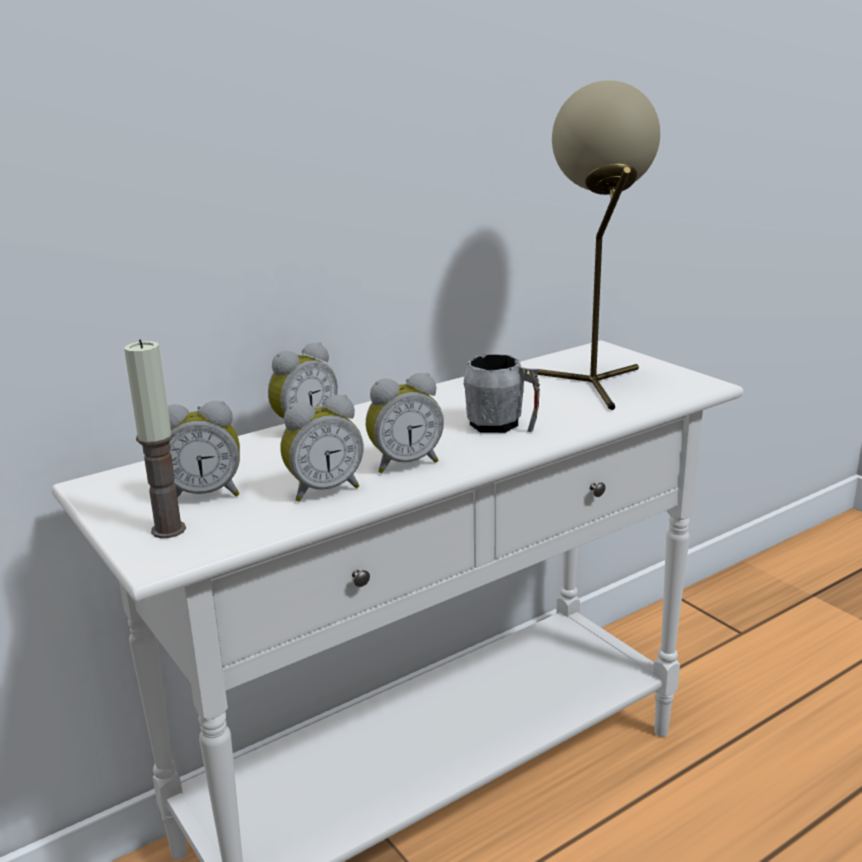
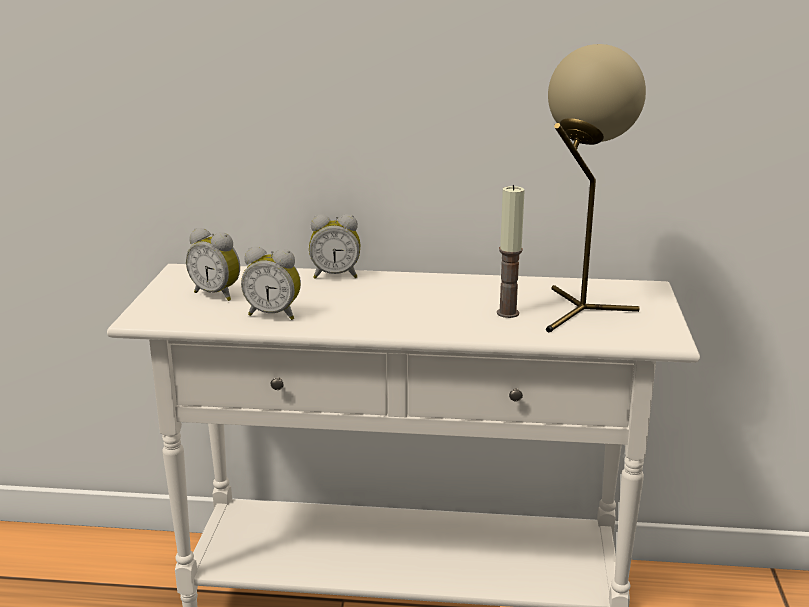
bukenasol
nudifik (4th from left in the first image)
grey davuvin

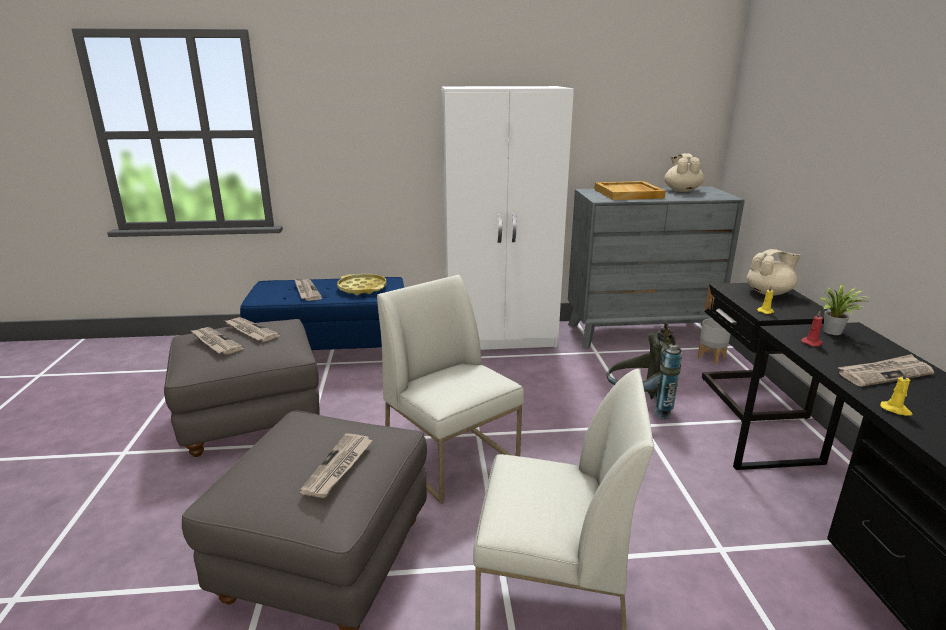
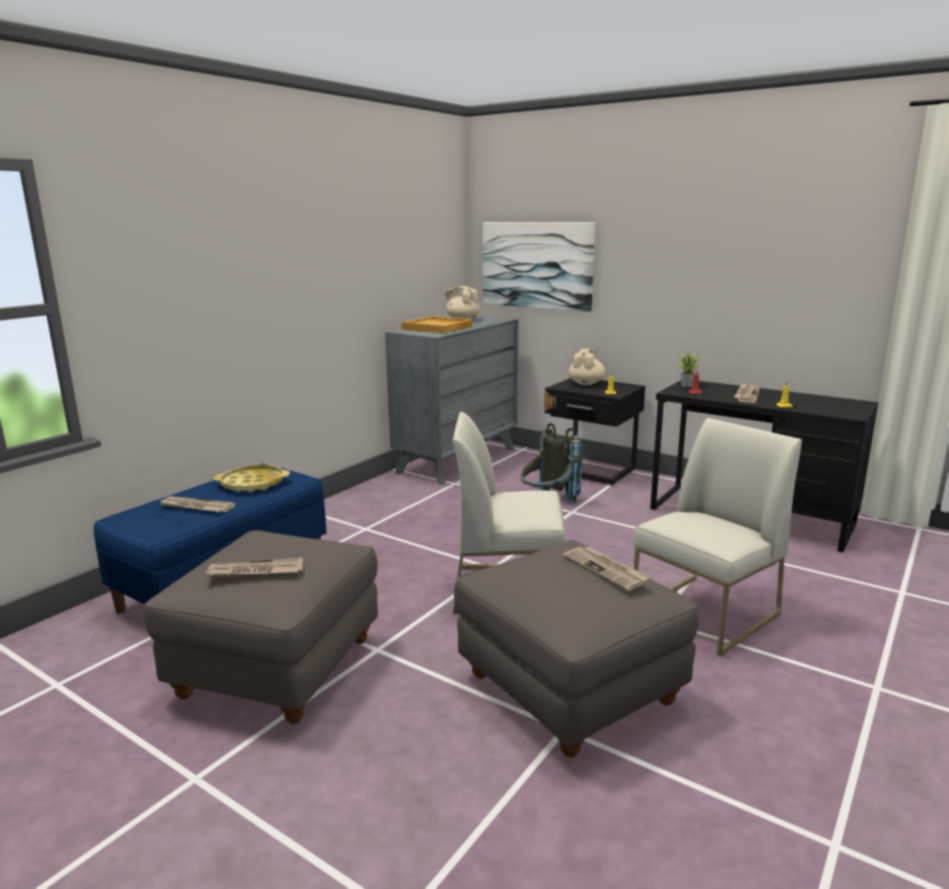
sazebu (2nd from left in the first image)
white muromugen
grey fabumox
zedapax

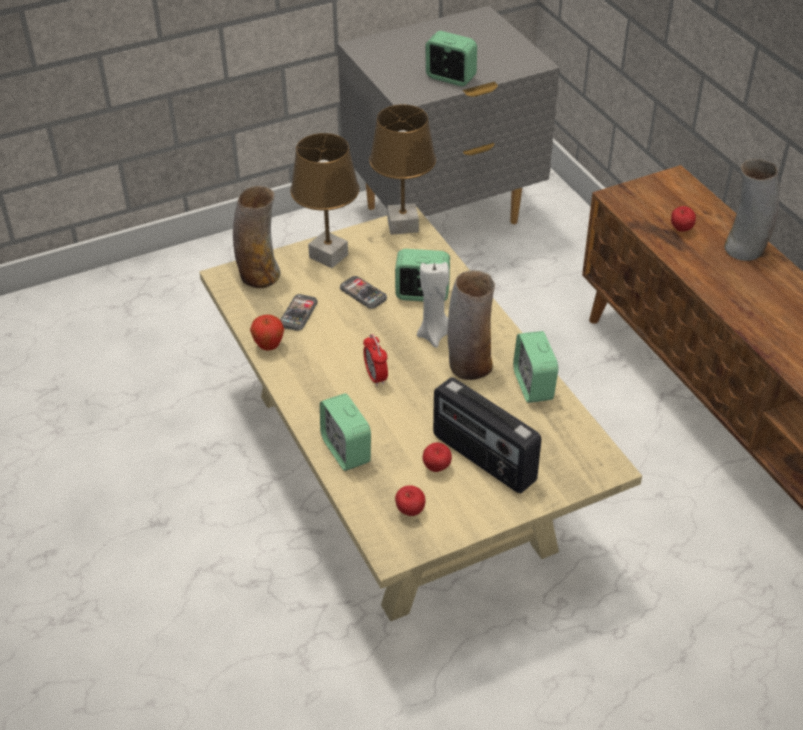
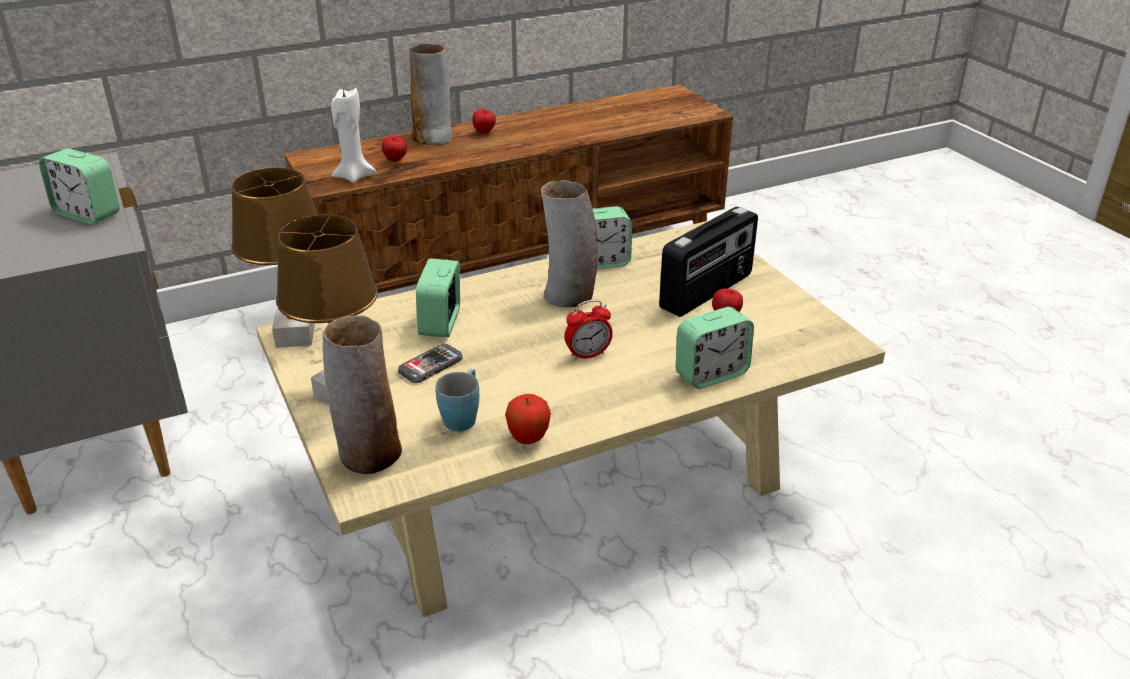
blue davuvin
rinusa (2nd from left)
white bukenasol
nudifik (1st from left)

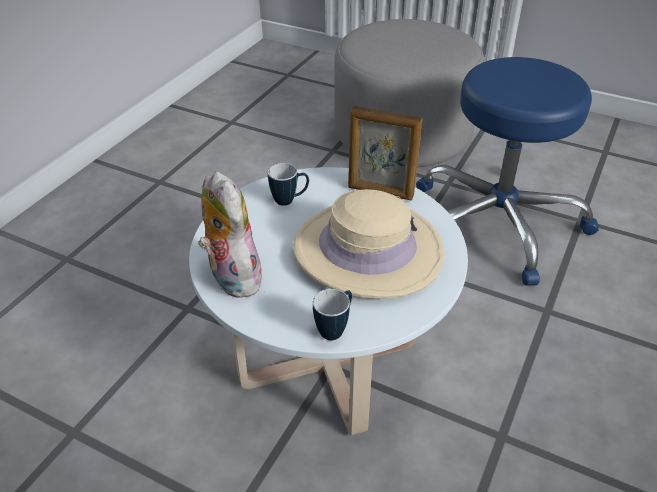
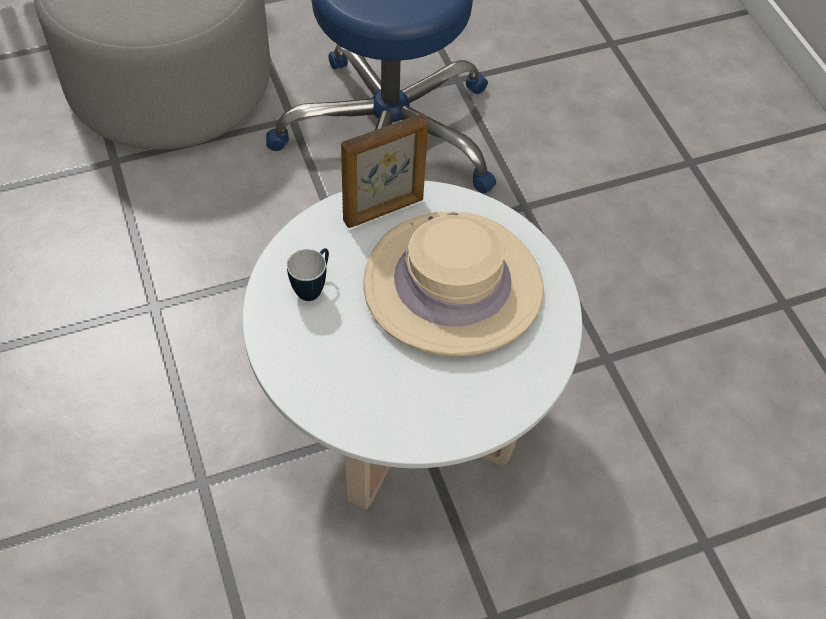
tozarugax
davuvin (2nd from left in the first image)

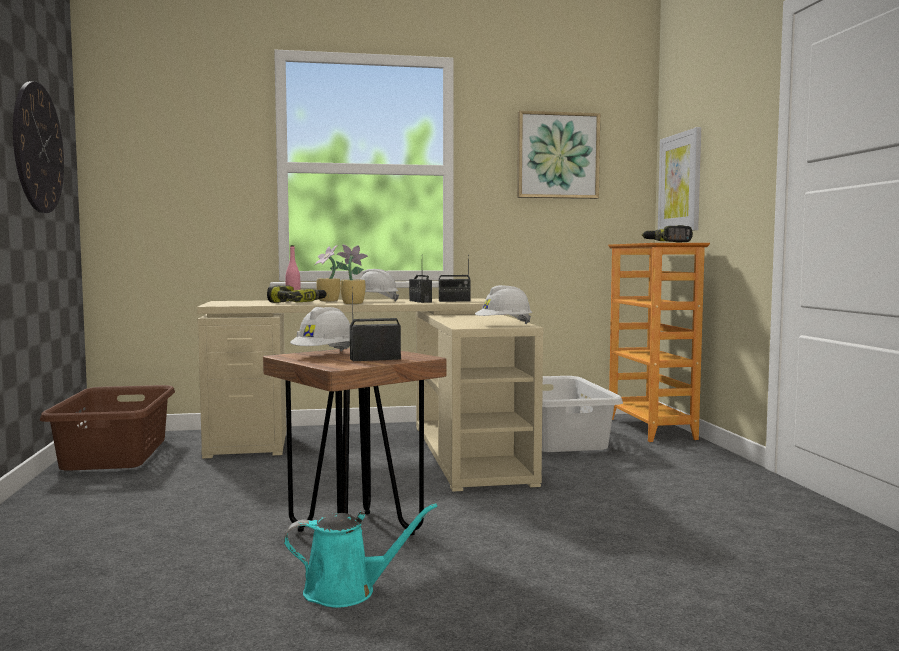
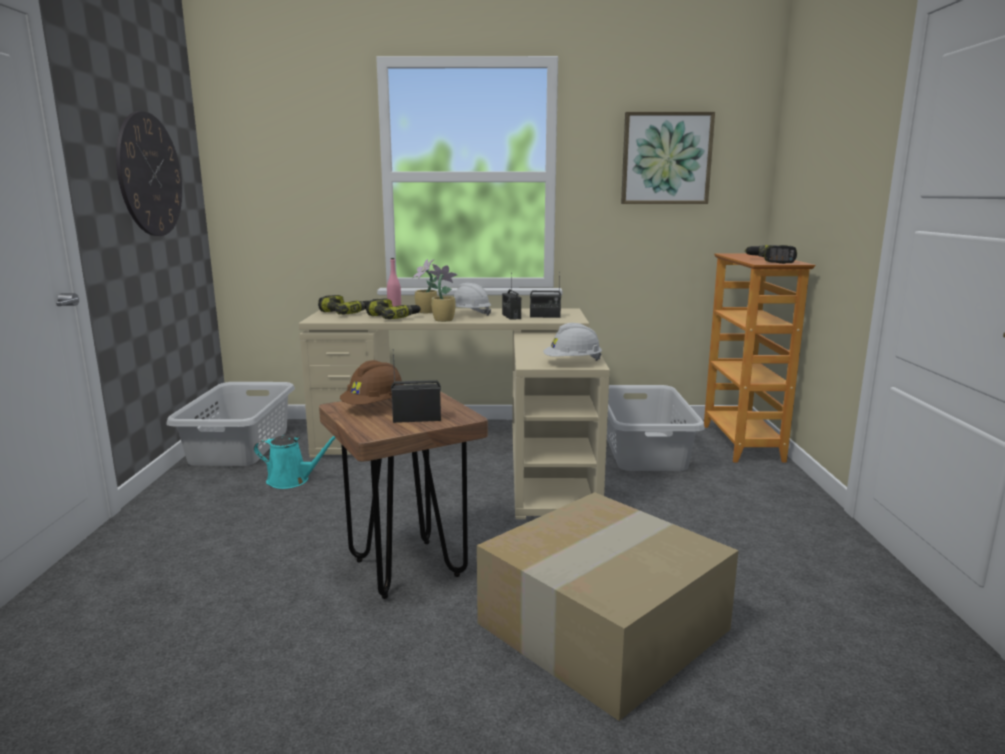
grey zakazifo (1st from left)
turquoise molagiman
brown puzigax
zedapax (2nd from left in the first image)
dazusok (1st from left)
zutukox

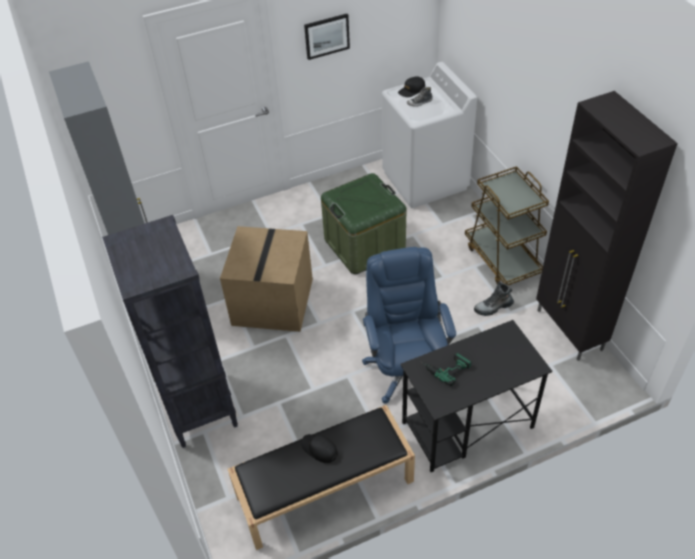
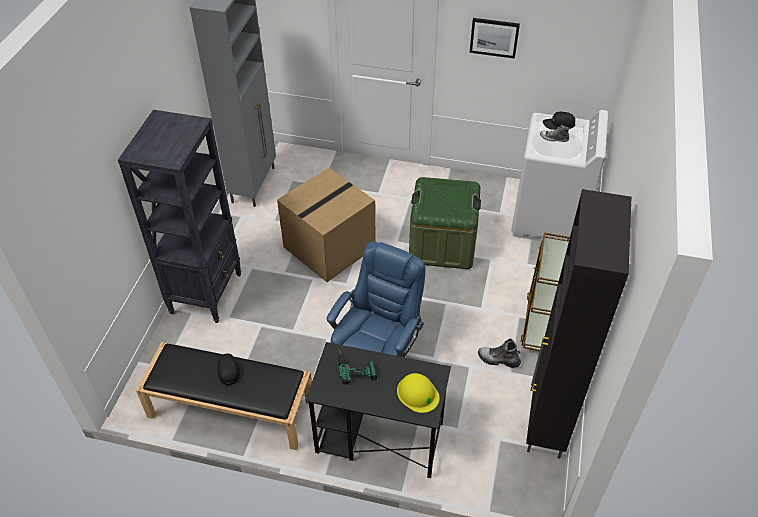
yellow puzigax

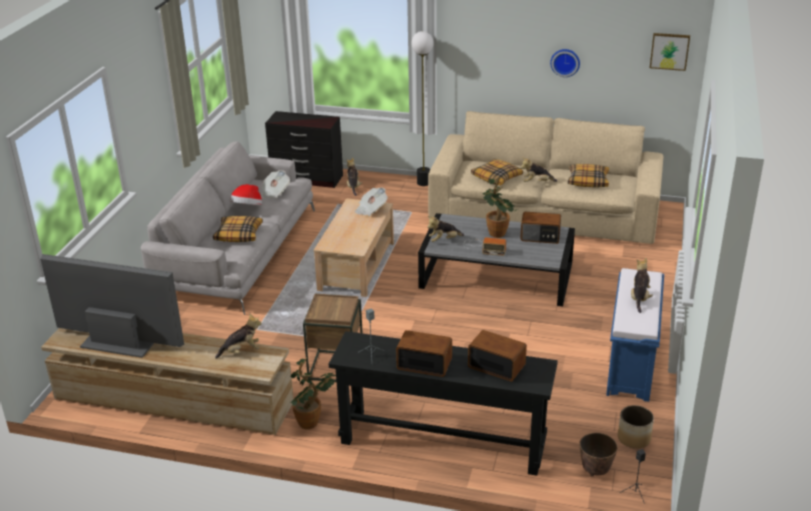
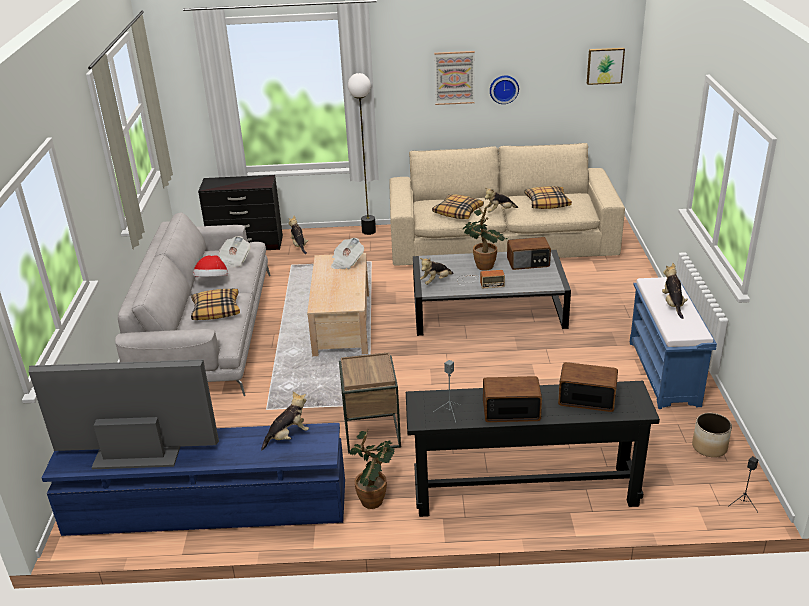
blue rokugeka
fabumox (1st from left in the first image)
zedapax (1st from left)

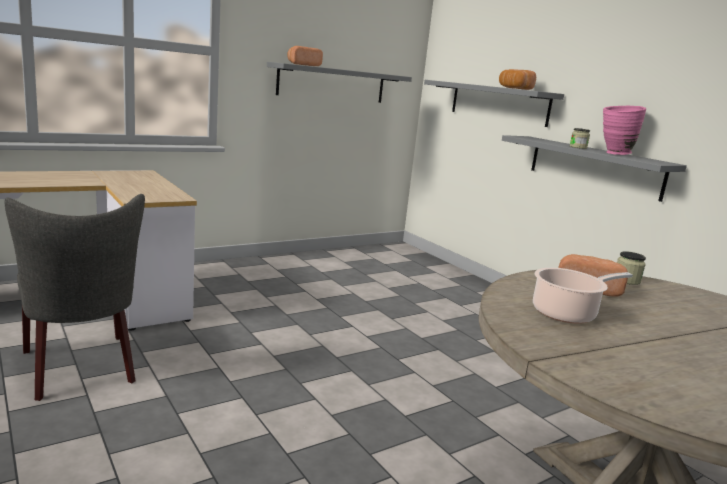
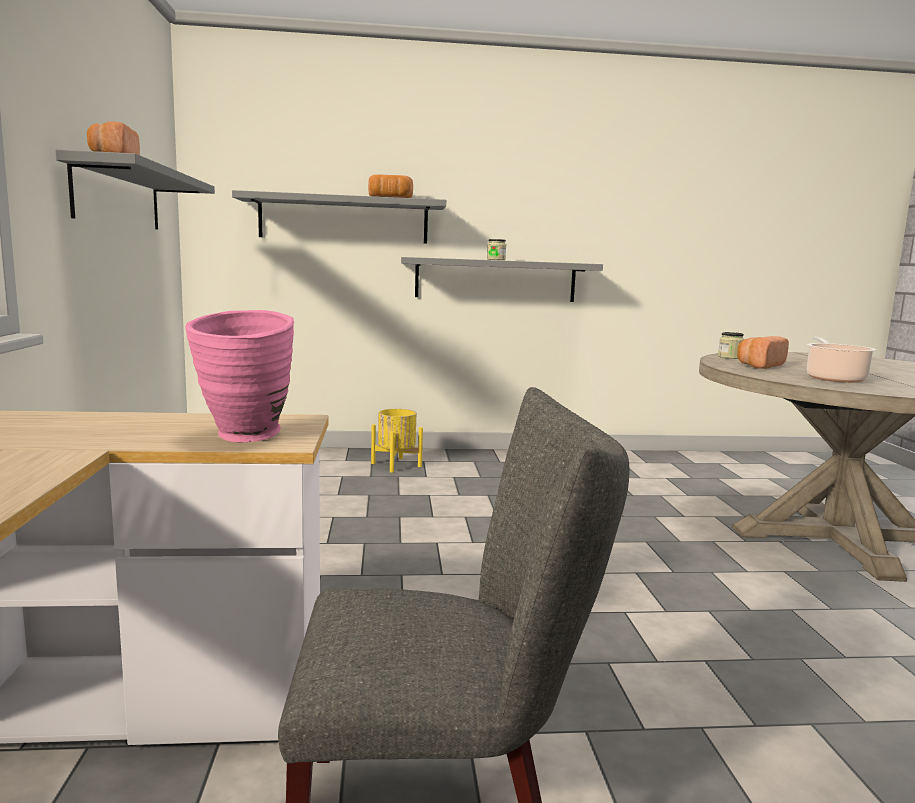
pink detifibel
yellow fabumox

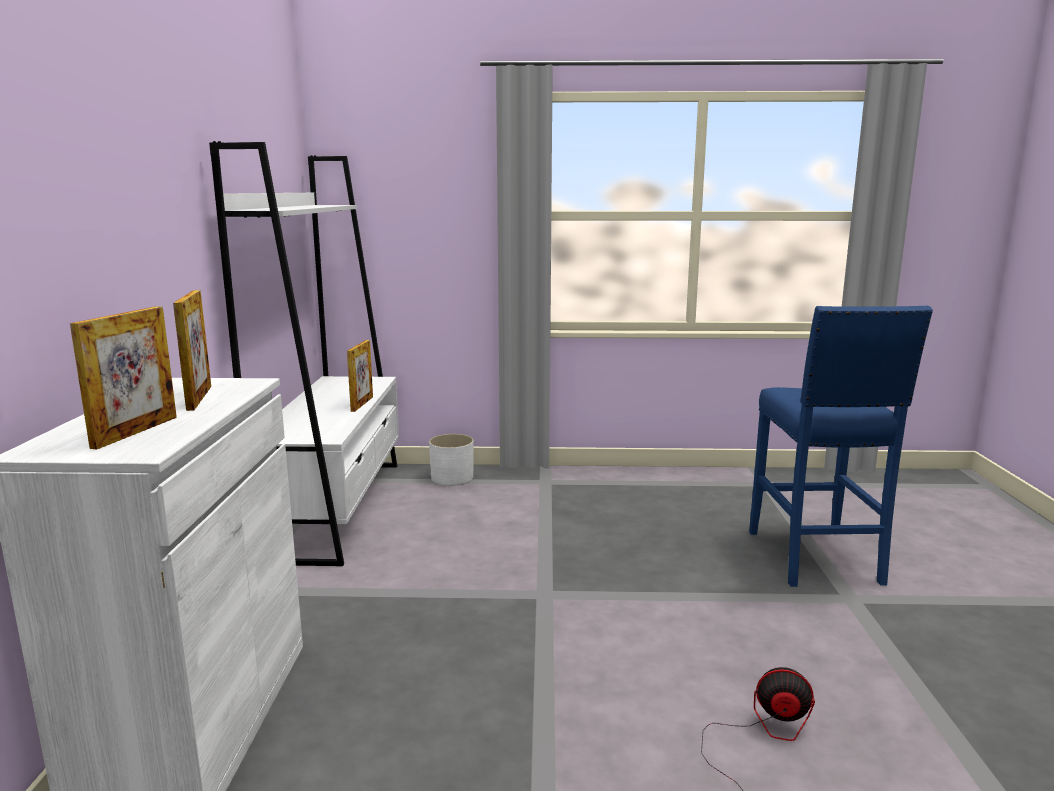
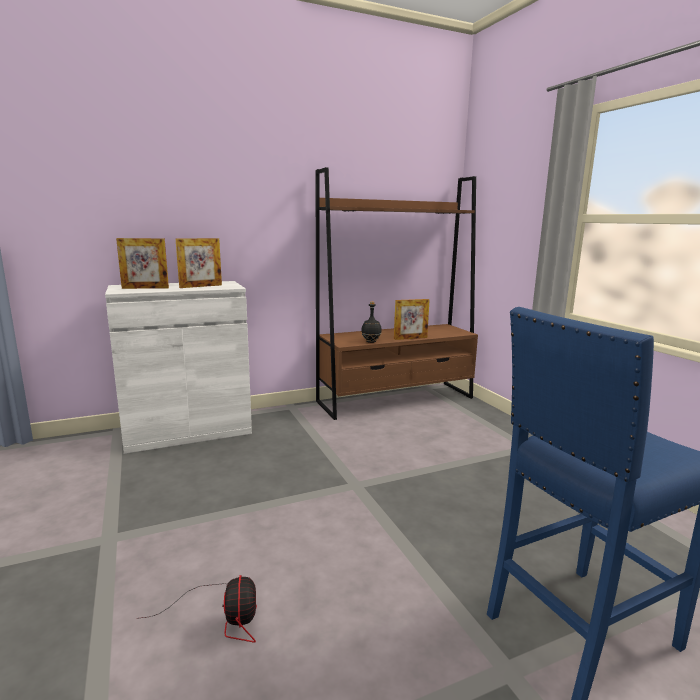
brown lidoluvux
white fabumox
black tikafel

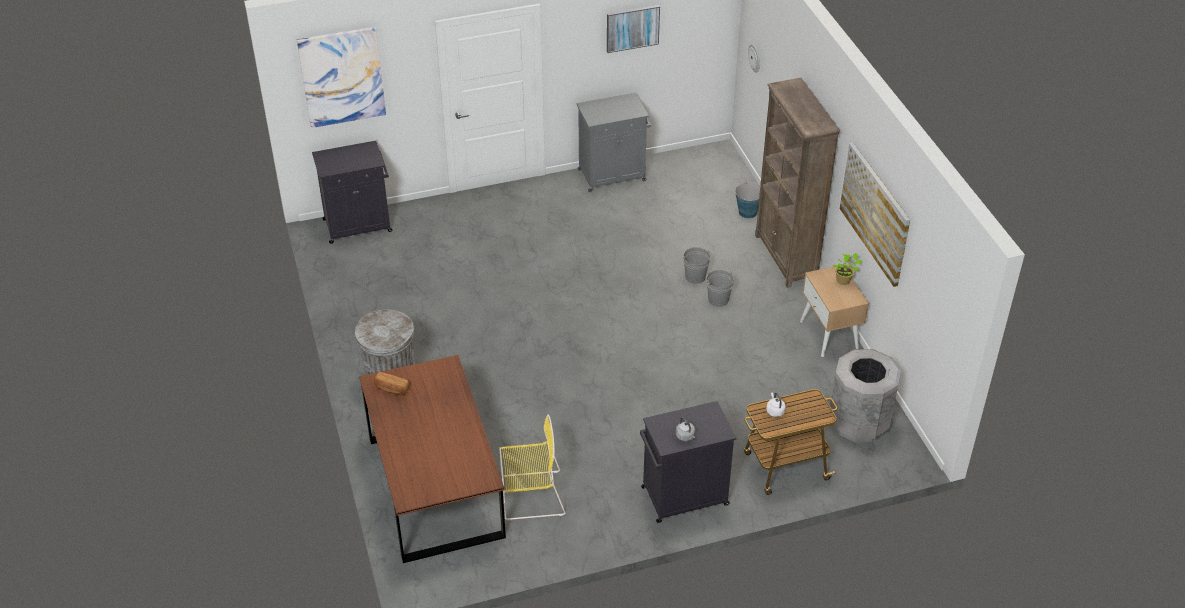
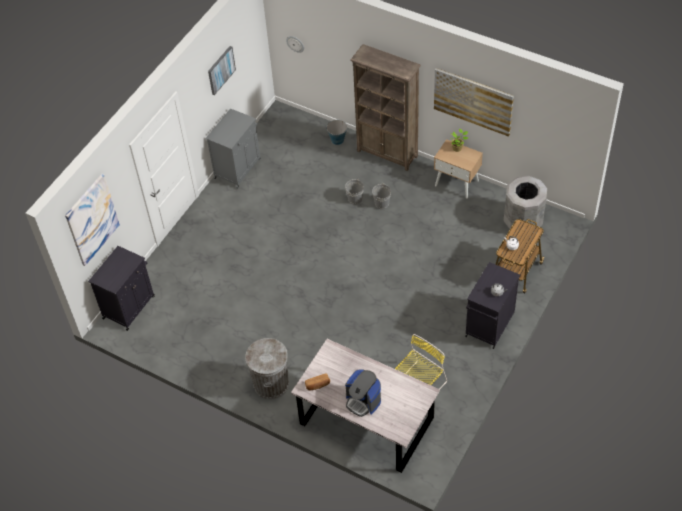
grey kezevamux
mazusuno

